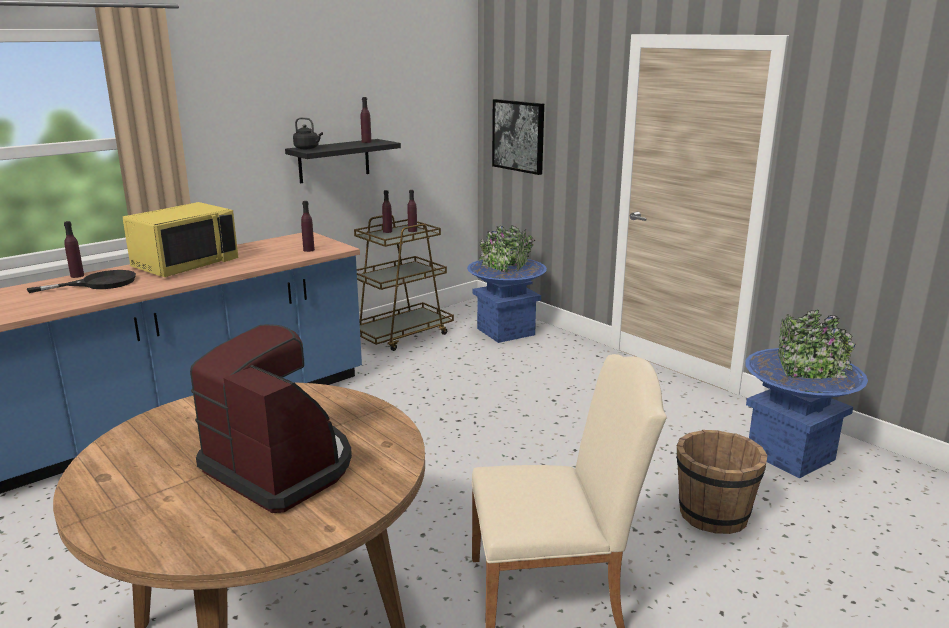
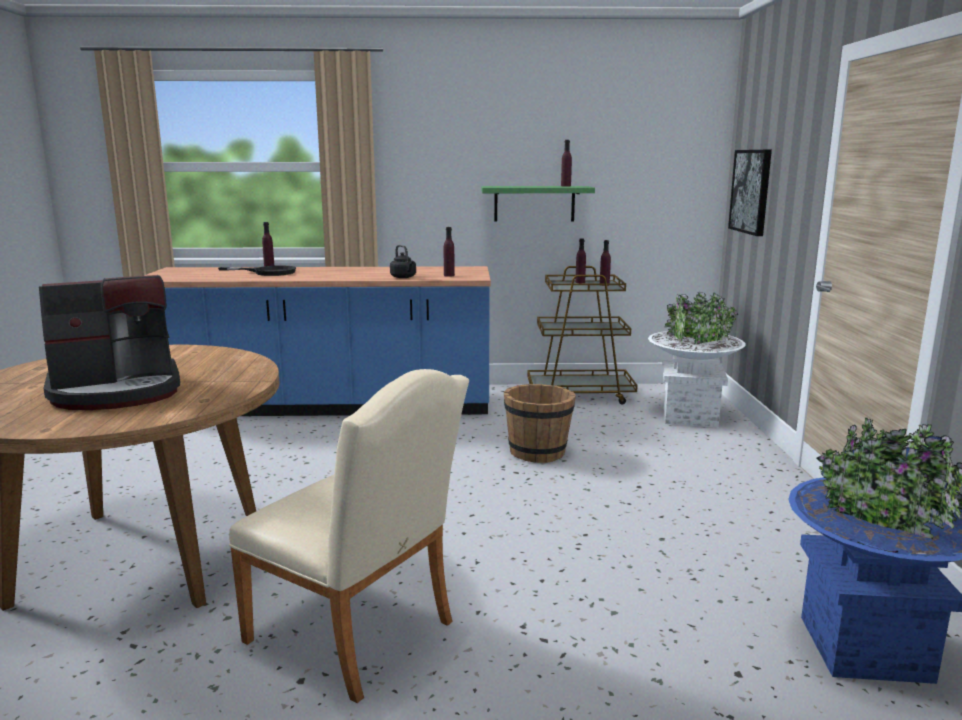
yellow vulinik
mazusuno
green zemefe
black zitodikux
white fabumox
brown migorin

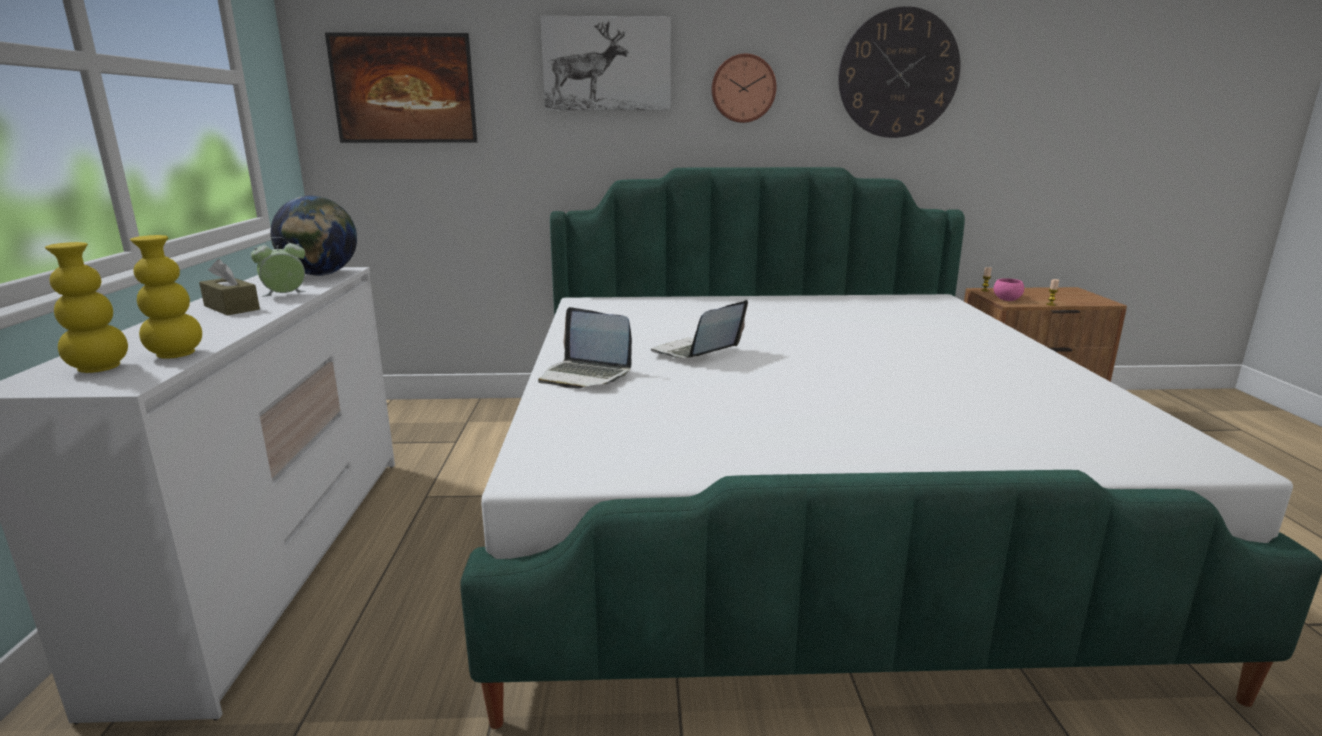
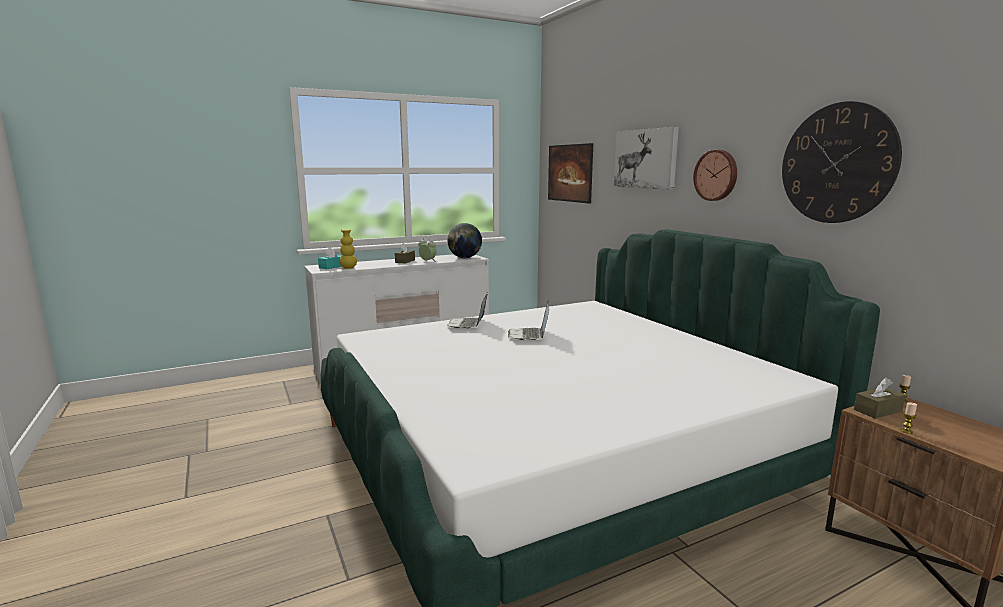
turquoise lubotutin
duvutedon (2nd from left)
brown lubotutin (2nd from left)

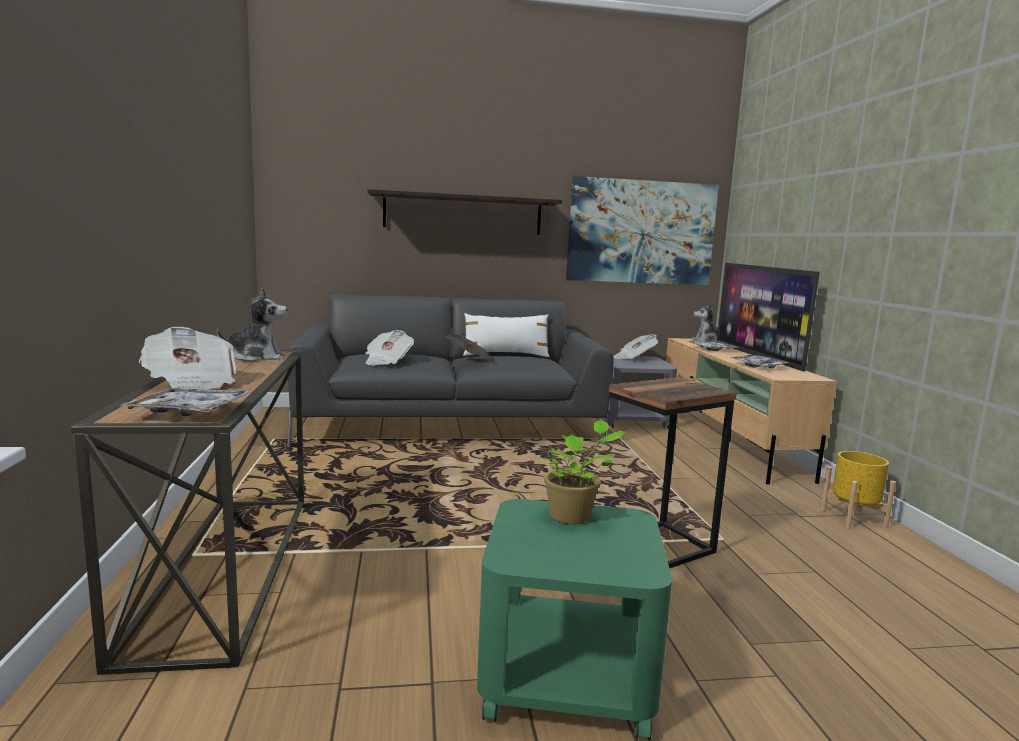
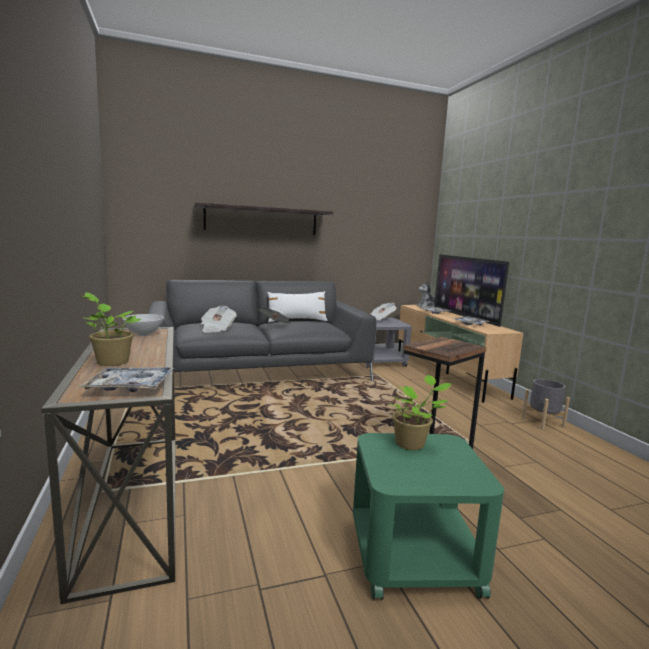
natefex (1st from left)
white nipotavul
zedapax
grey fabumox

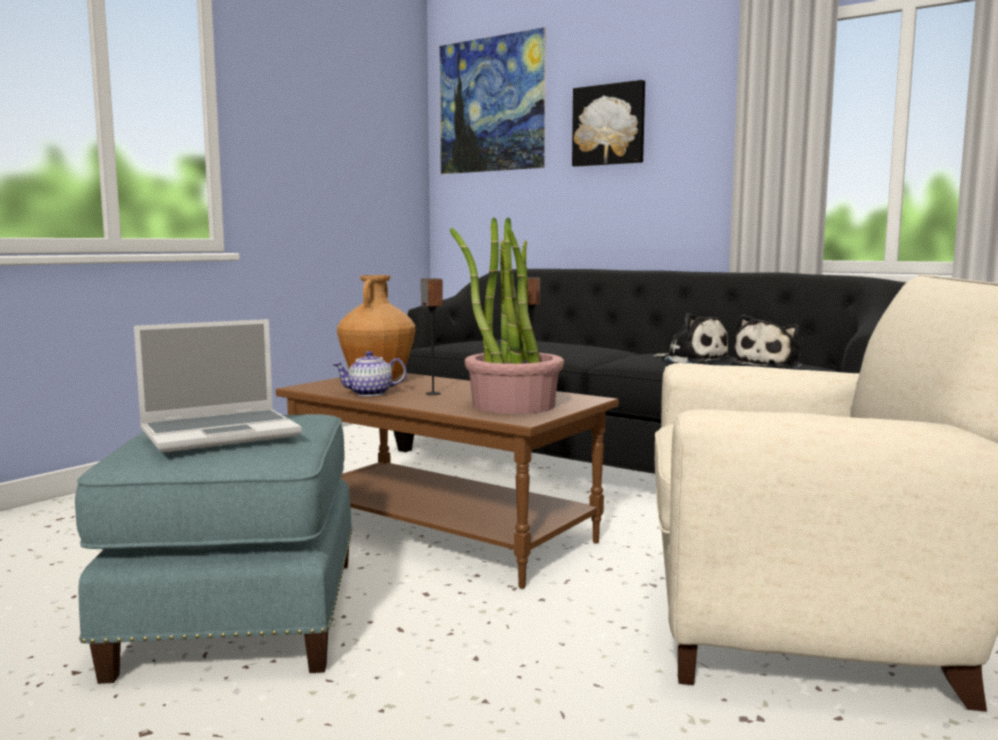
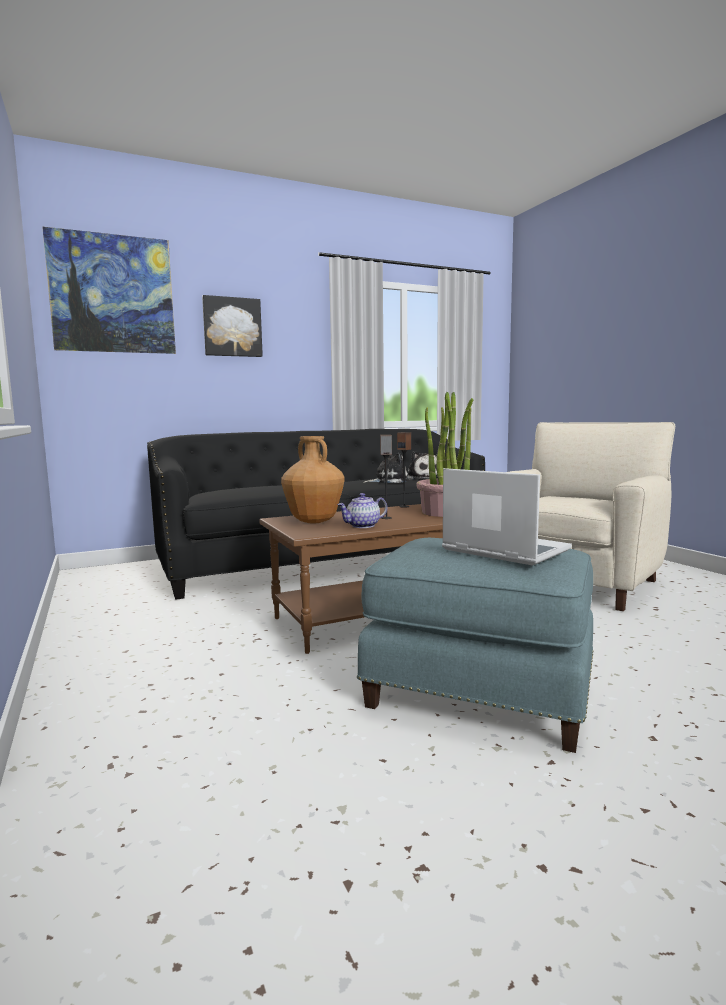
duvutedon
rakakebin

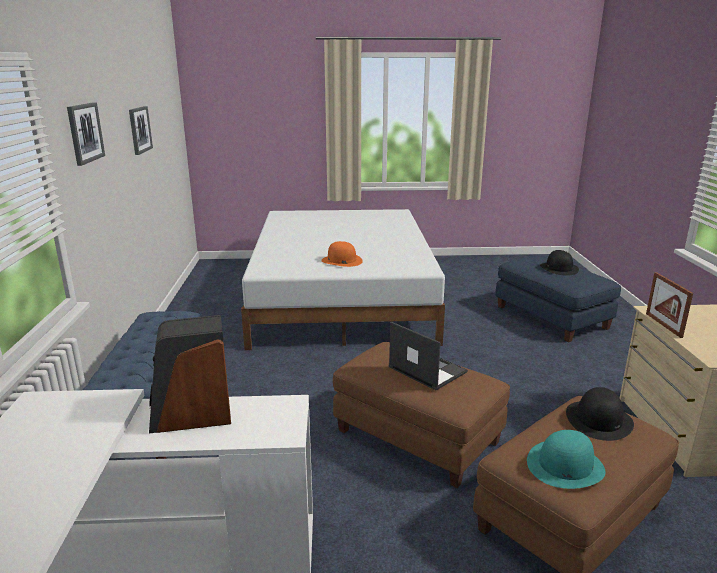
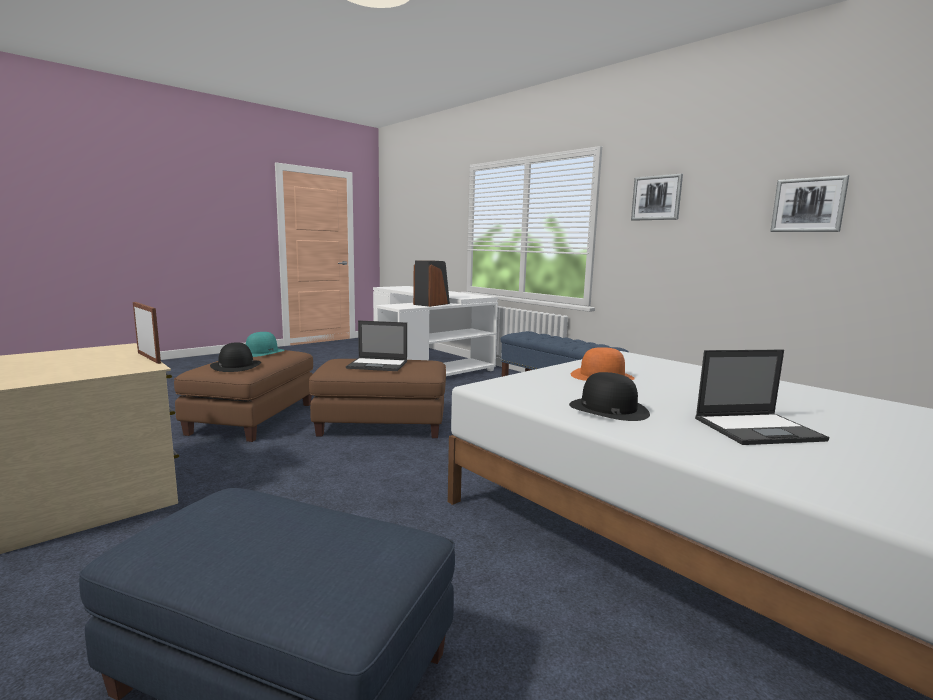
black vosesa (2nd from left)
duvutedon (2nd from left)

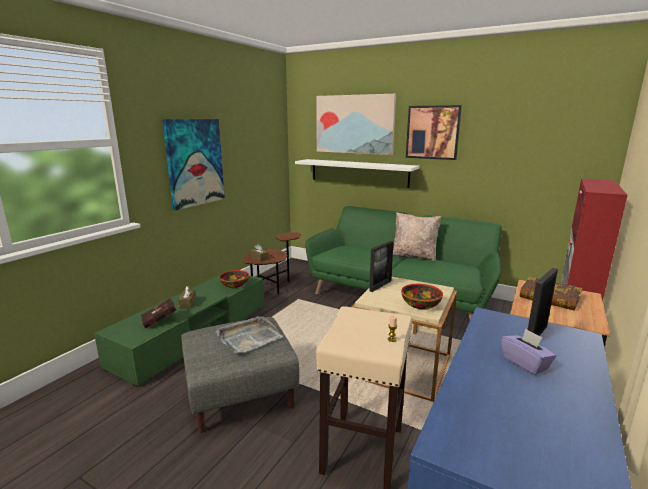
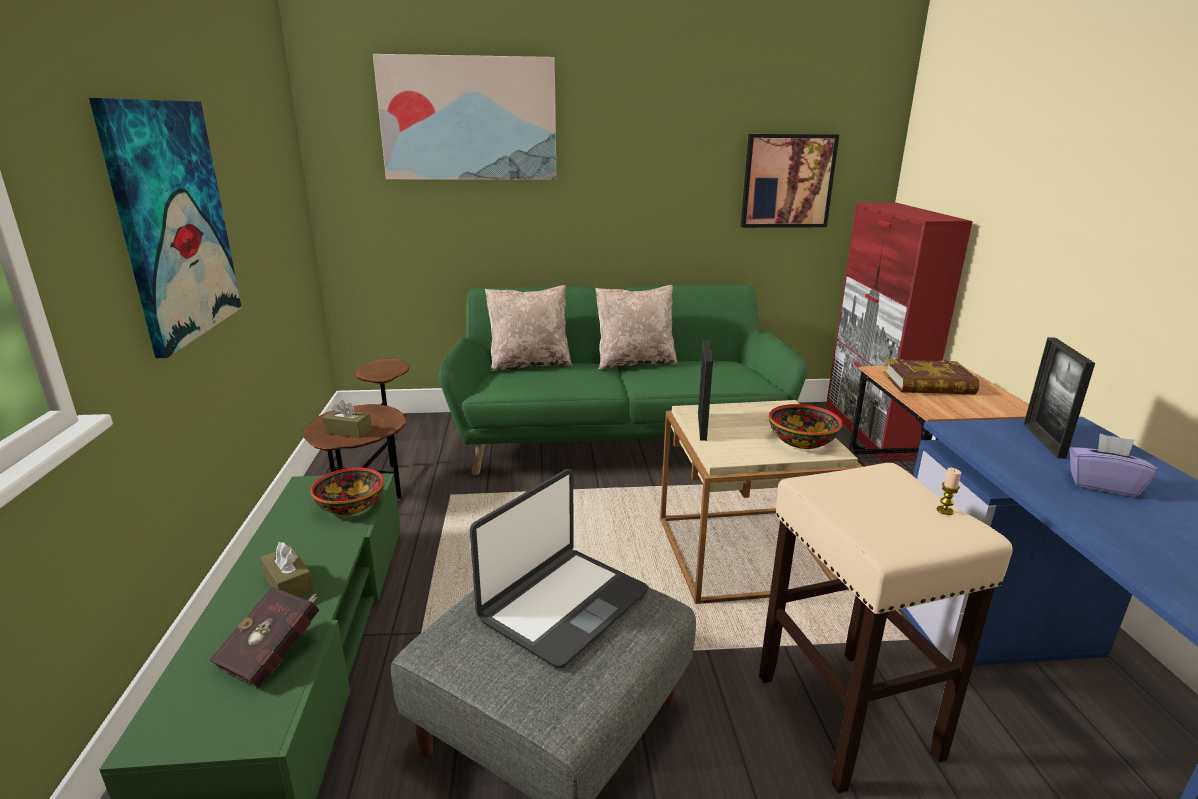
duvutedon
white zemefe
zedapax (3rd from left)
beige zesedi (1st from left)

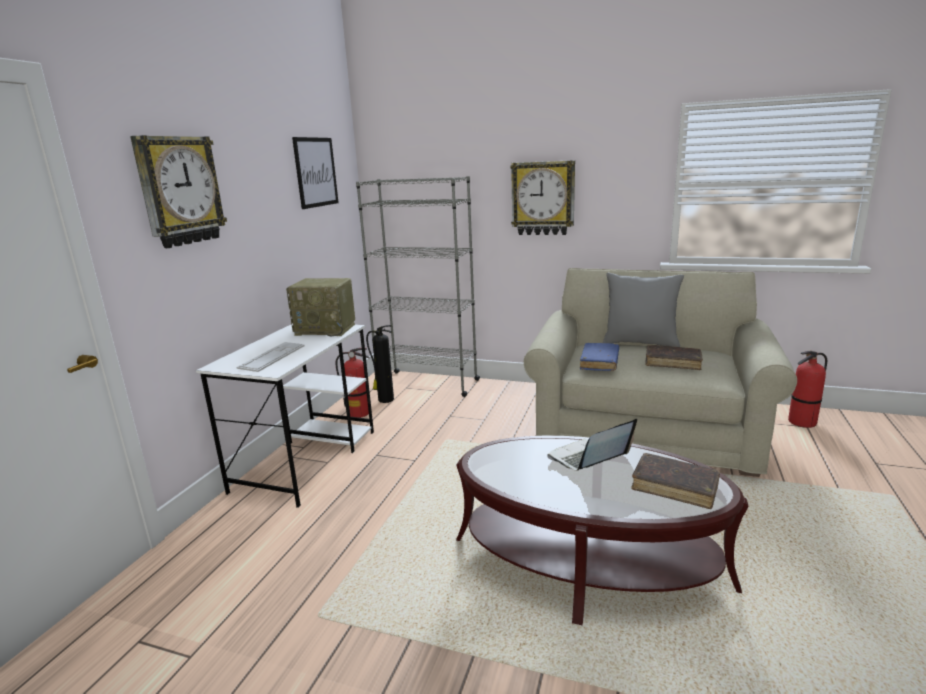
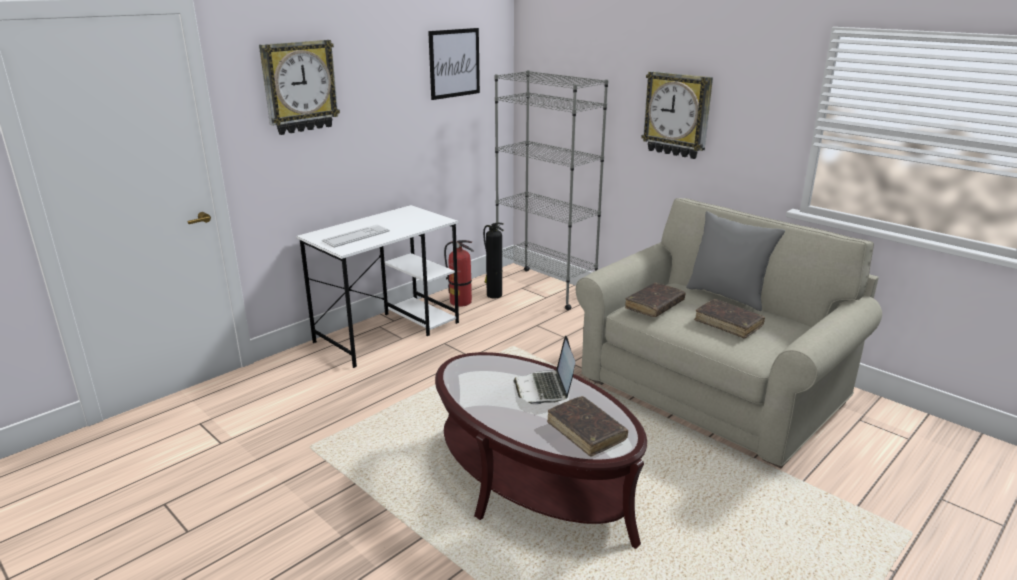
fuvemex
duvutedon
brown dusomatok (2nd from left)
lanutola (3rd from left in the first image)

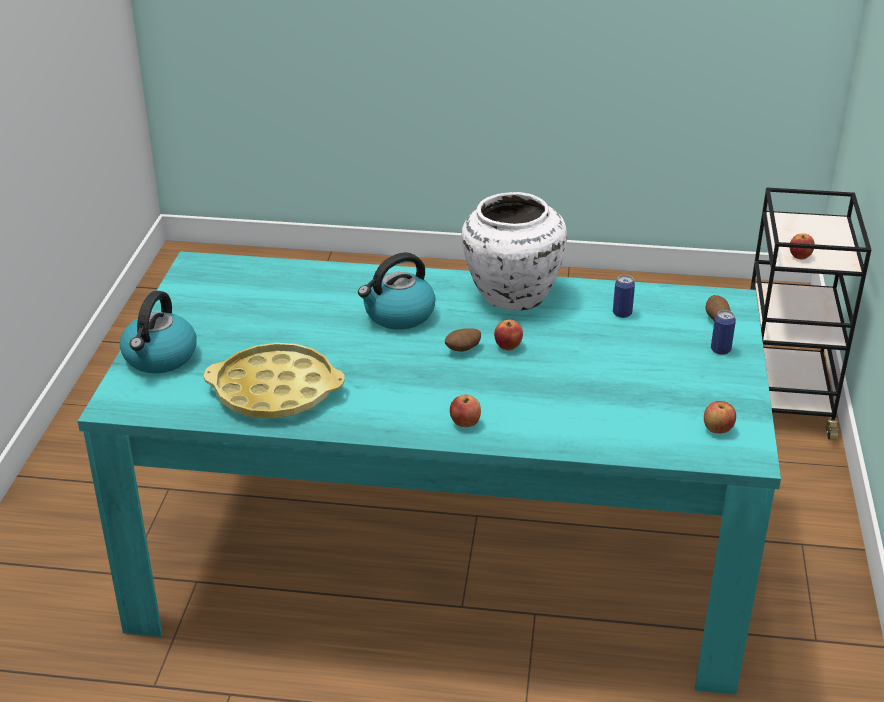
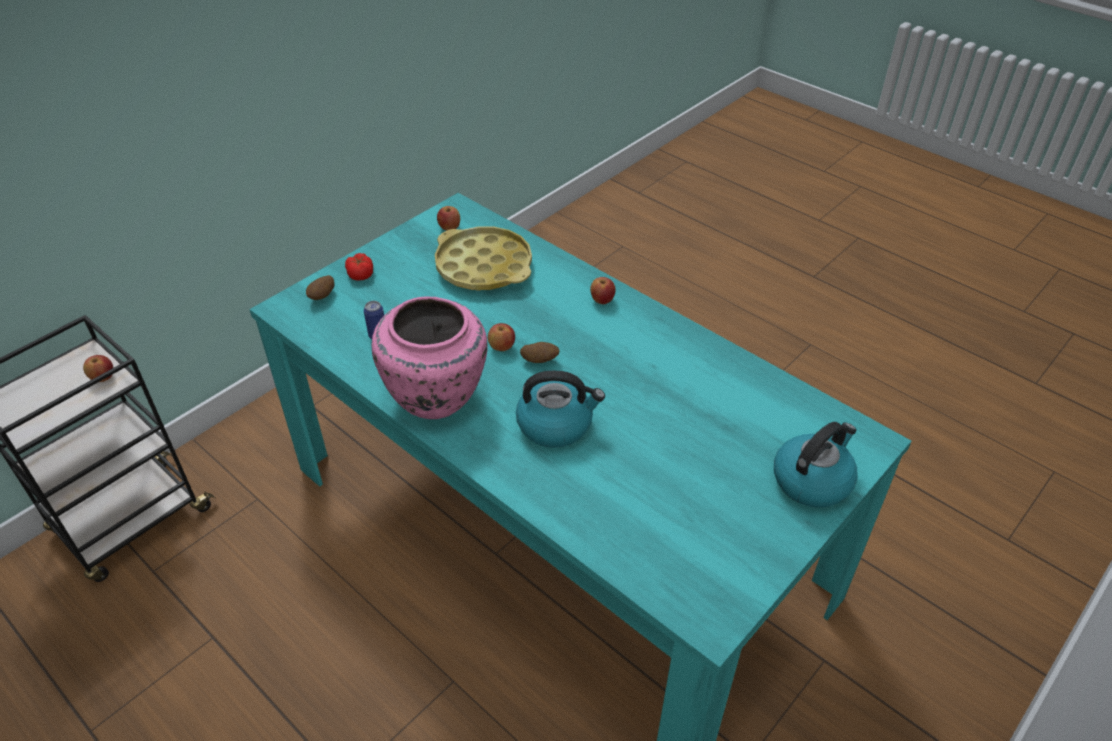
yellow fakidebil
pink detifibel
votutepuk

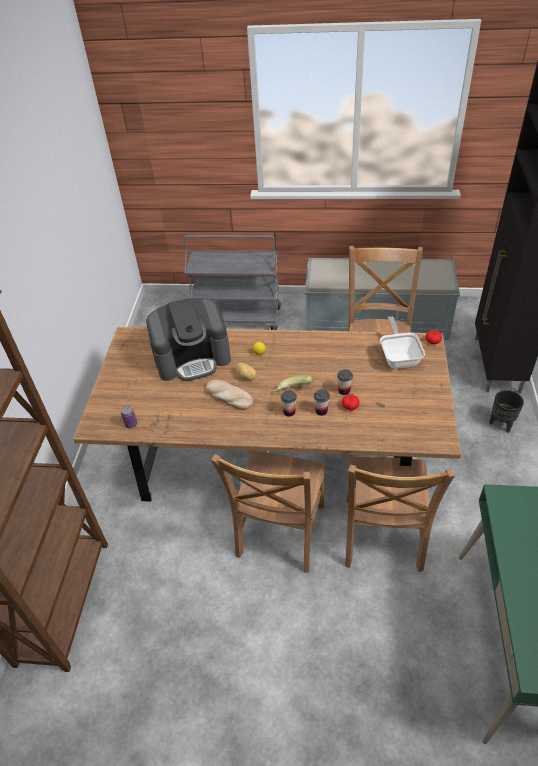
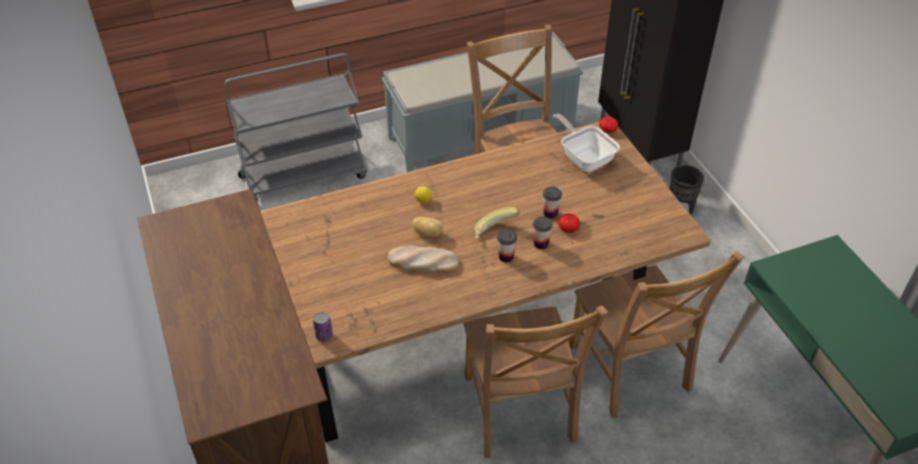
mazusuno

